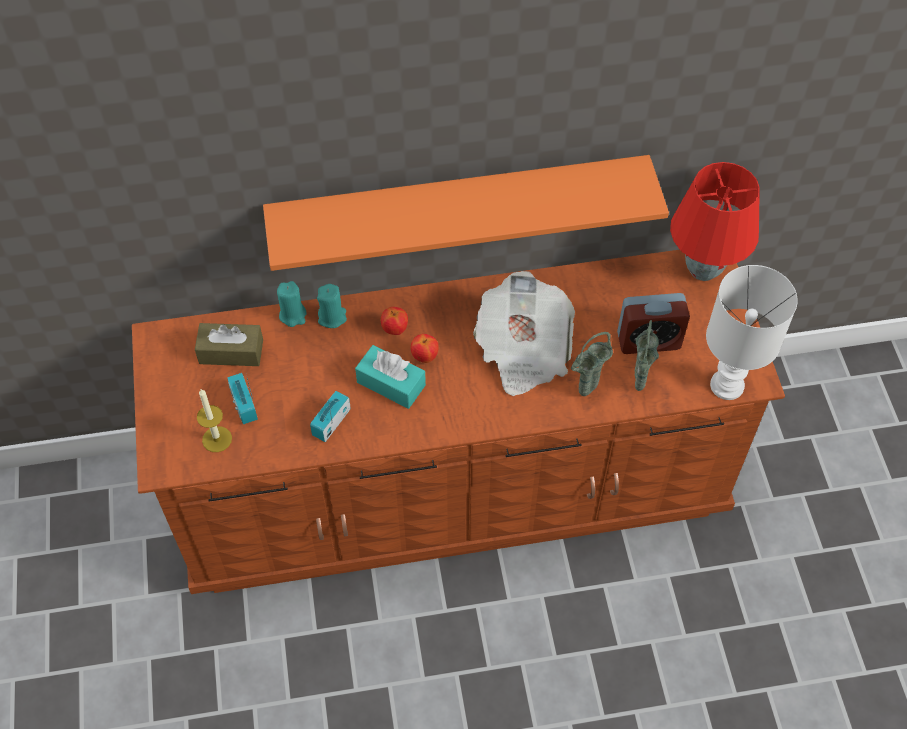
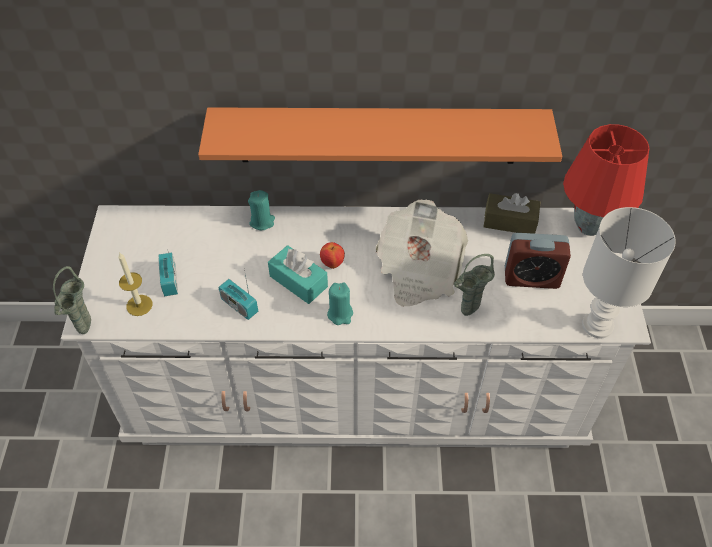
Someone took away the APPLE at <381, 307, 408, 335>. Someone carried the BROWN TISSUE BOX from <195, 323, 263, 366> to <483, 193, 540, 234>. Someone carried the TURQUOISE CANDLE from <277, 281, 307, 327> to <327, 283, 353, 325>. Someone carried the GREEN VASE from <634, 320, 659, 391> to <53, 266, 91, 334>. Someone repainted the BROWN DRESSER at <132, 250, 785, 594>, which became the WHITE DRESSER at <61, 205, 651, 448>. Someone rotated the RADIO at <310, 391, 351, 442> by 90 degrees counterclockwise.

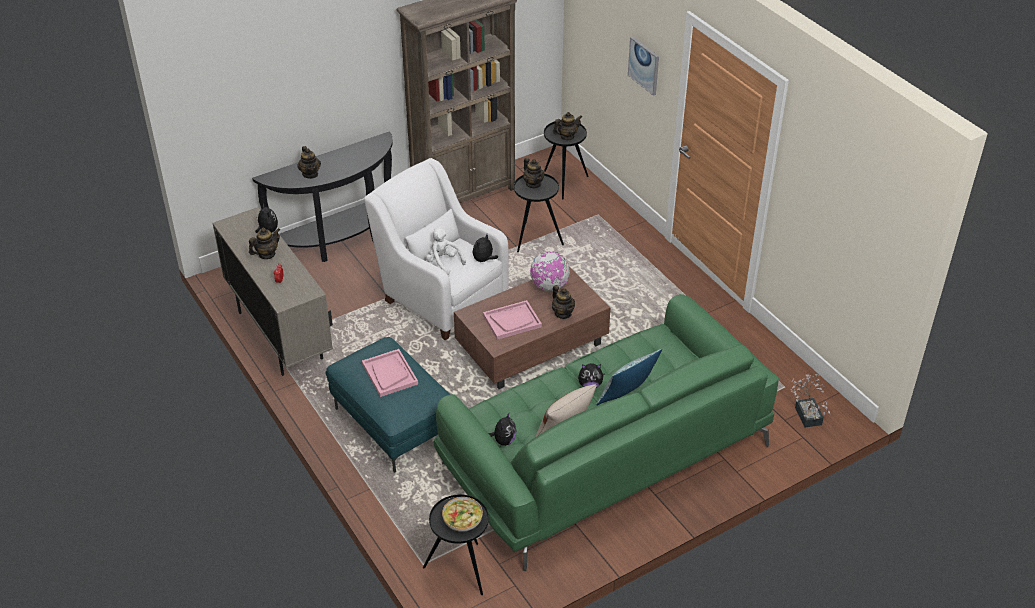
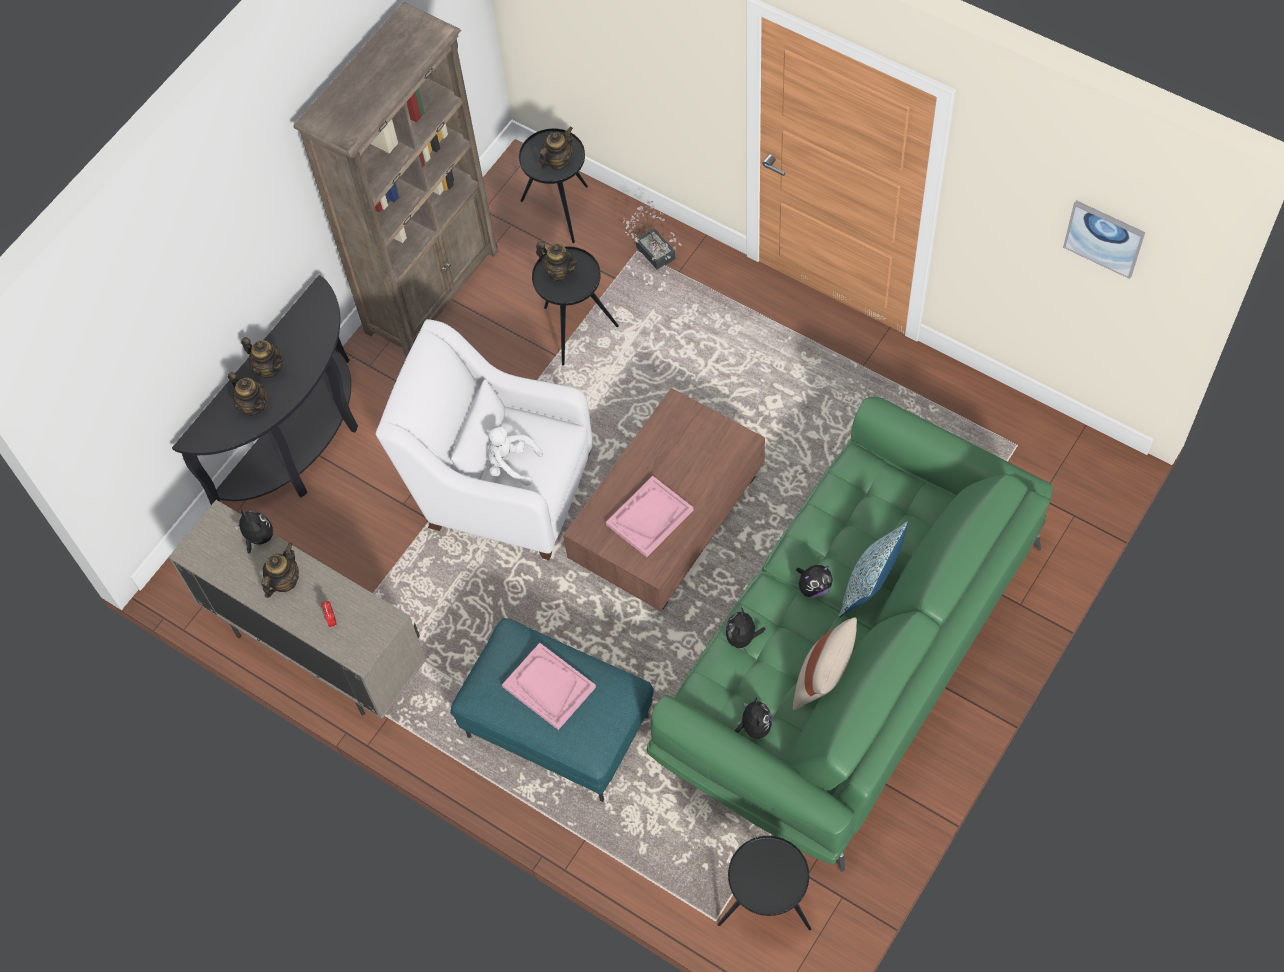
Someone took away the BOWL at <442, 497, 483, 532>. Someone took away the GLOBE at <530, 252, 570, 291>. Someone carried the PLUSH TOY from <473, 234, 498, 262> to <725, 607, 766, 652>. Someone carried the TEAPOT from <552, 285, 575, 319> to <241, 337, 283, 378>. Someone carried the PICTURE from <628, 37, 659, 96> to <1063, 200, 1145, 279>. Someone carried the POTTED PLANT from <790, 374, 830, 428> to <622, 201, 682, 269>.

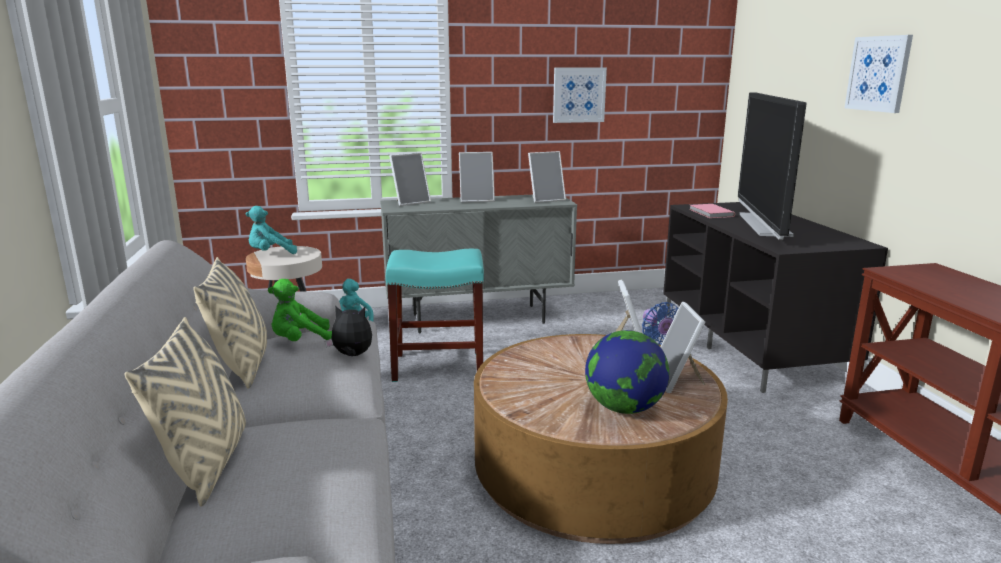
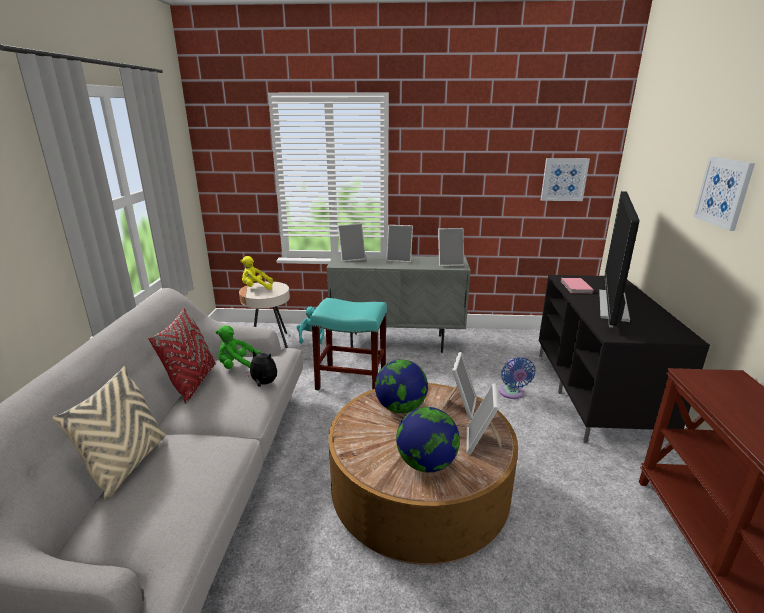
Someone put down the GLOBE at <375, 360, 428, 413>. Someone carried the PICTURE from <553, 67, 607, 123> to <541, 158, 590, 201>. Someone repainted the BEIGE PILLOW at <193, 257, 267, 389>, which became the RED PILLOW at <148, 308, 215, 403>. Someone repainted the TURQUOISE PLUSH TOY at <246, 206, 297, 254>, which became the YELLOW PLUSH TOY at <240, 256, 273, 290>.

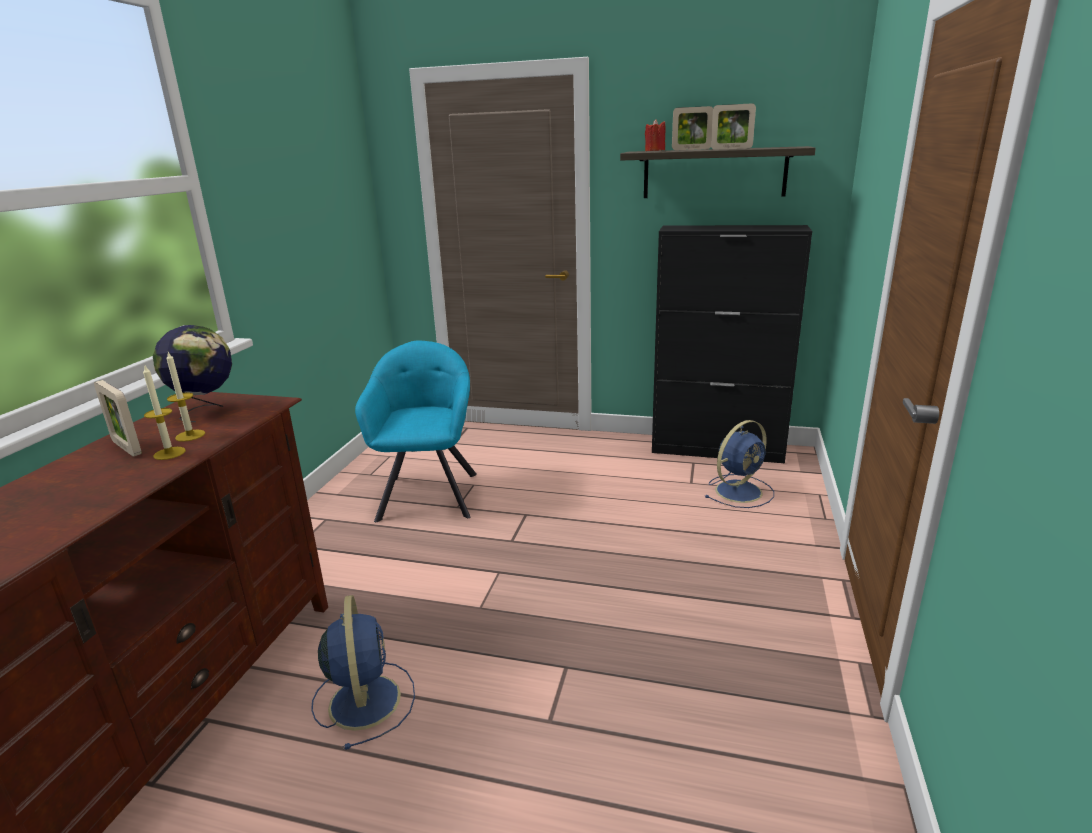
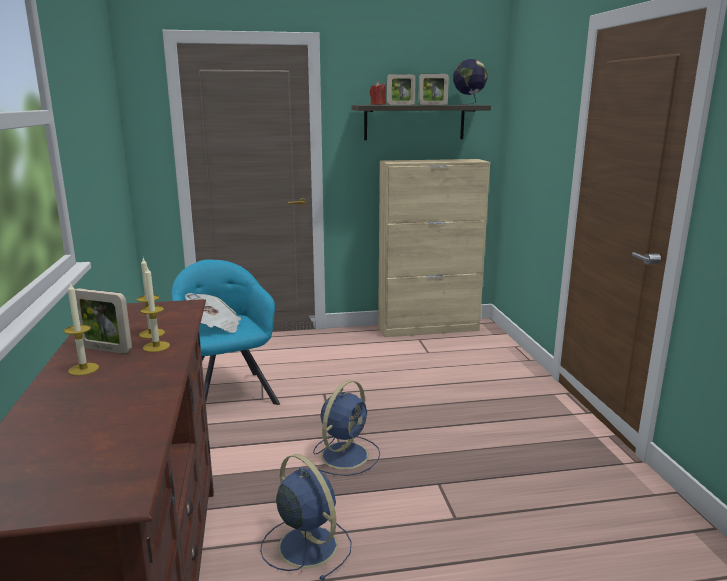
Someone put down the CANDLE at <64, 283, 99, 376>. Someone put down the NEWSPAPER at <185, 293, 241, 333>. Someone carried the GLOBE from <153, 325, 232, 422> to <453, 59, 487, 105>. Someone carried the BLUE FAN from <704, 420, 774, 508> to <313, 380, 380, 476>. Someone repainted the BLACK CABINET at <652, 225, 812, 463>, which became the BEIGE CABINET at <378, 159, 490, 337>.

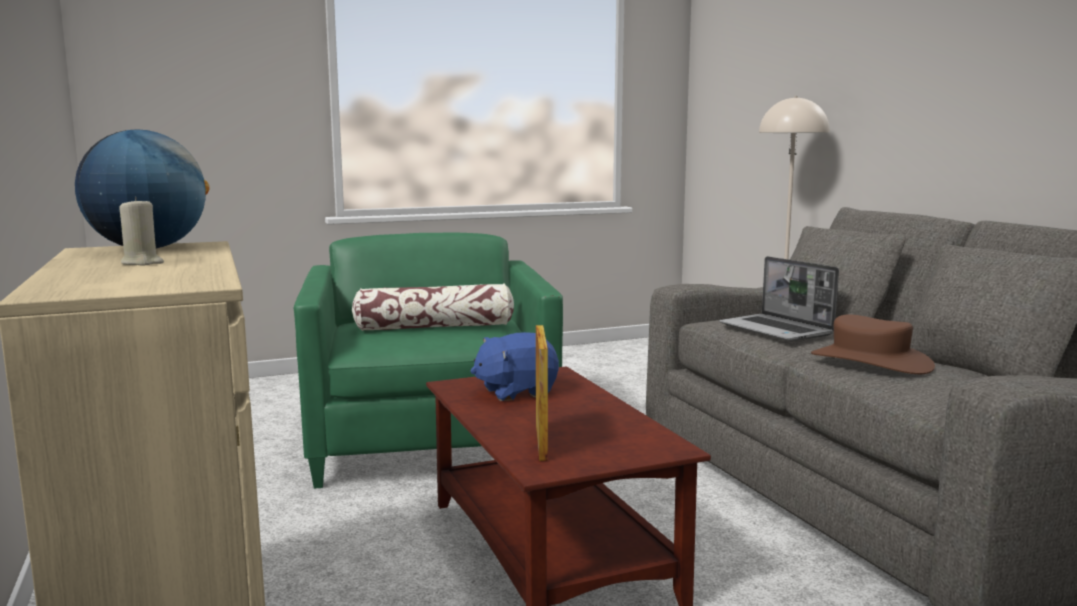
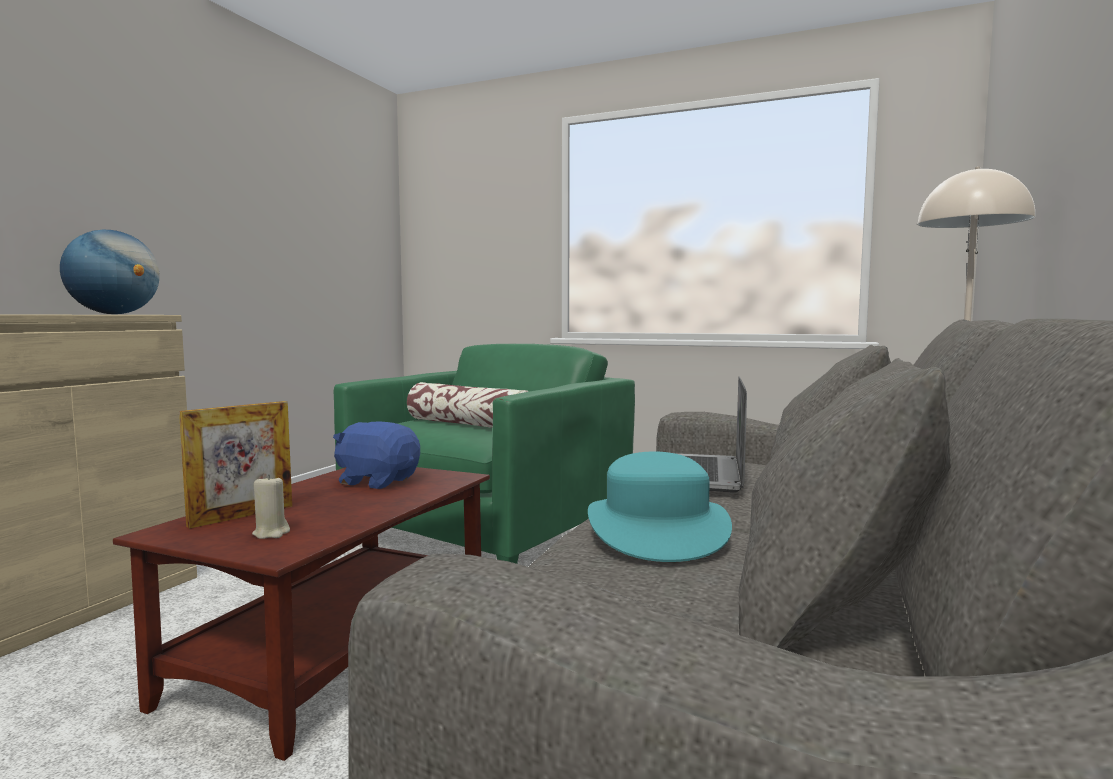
Someone carried the BEIGE CANDLE from <119, 197, 164, 266> to <252, 474, 290, 539>. Someone repainted the BROWN HAT at <811, 315, 935, 374>, which became the TURQUOISE HAT at <588, 451, 732, 562>.

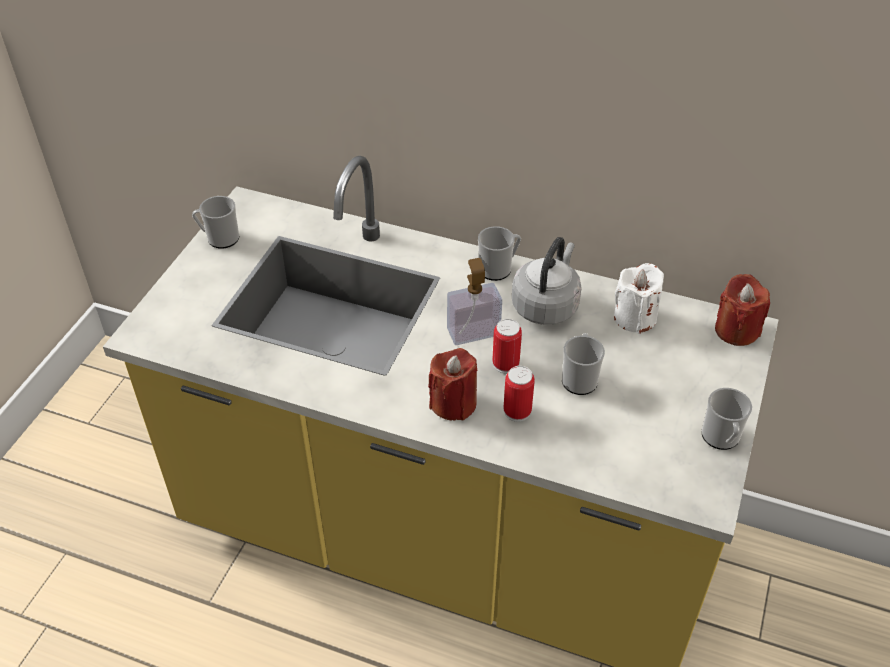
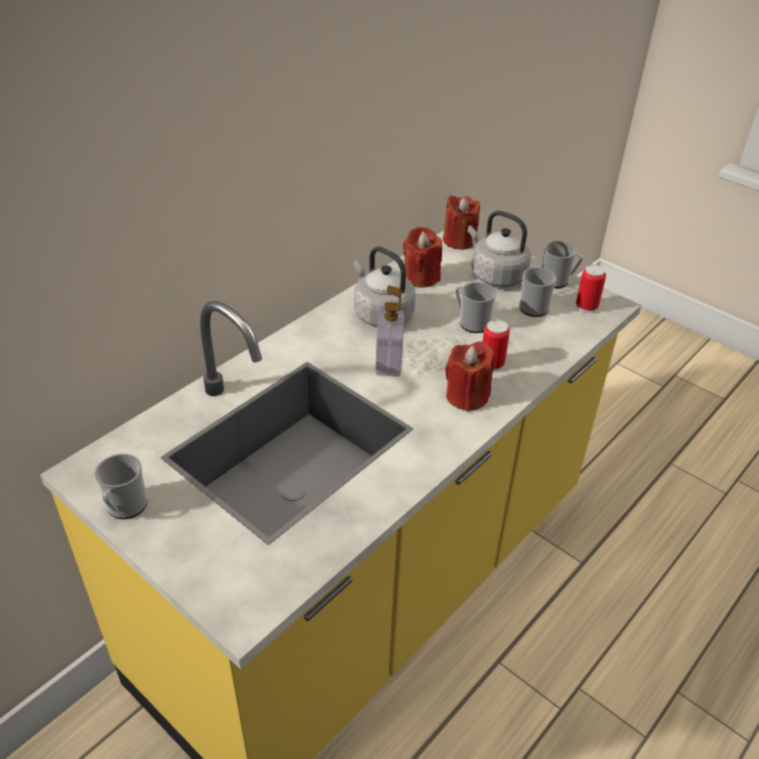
Someone put down the GREY KETTLE at <468, 211, 531, 287>. Someone carried the MUG from <478, 226, 521, 281> to <519, 267, 557, 317>. Someone carried the CAN from <492, 319, 522, 374> to <576, 264, 606, 313>. Someone repainted the WHITE CANDLE at <614, 263, 664, 334>, which became the RED CANDLE at <403, 227, 442, 288>.

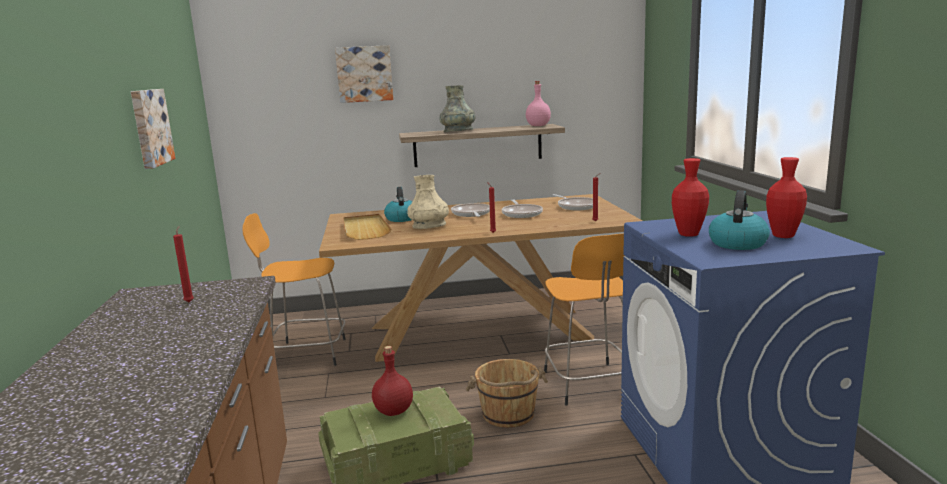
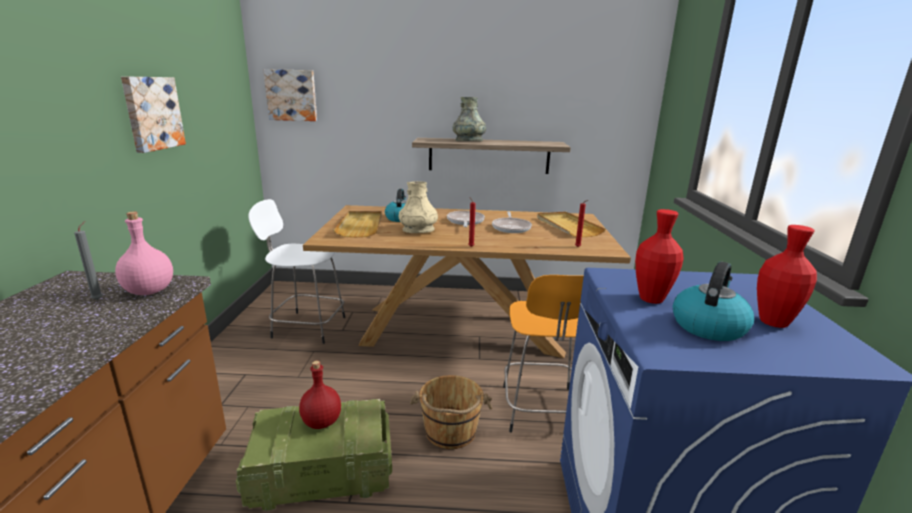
Someone carried the PICTURE from <335, 45, 393, 103> to <263, 69, 317, 121>. Someone carried the PINK BOTTLE from <526, 81, 551, 126> to <115, 212, 173, 295>. Someone swapped the FRYING PAN at <553, 194, 593, 210> for the BEIGE TRAY at <537, 211, 605, 237>. Someone repainted the RED CANDLE at <173, 226, 194, 302>, which became the GREY CANDLE at <74, 221, 103, 300>. Someone repainted the ORANGE STOOL at <242, 213, 346, 366>, which became the WHITE STOOL at <249, 199, 345, 344>.

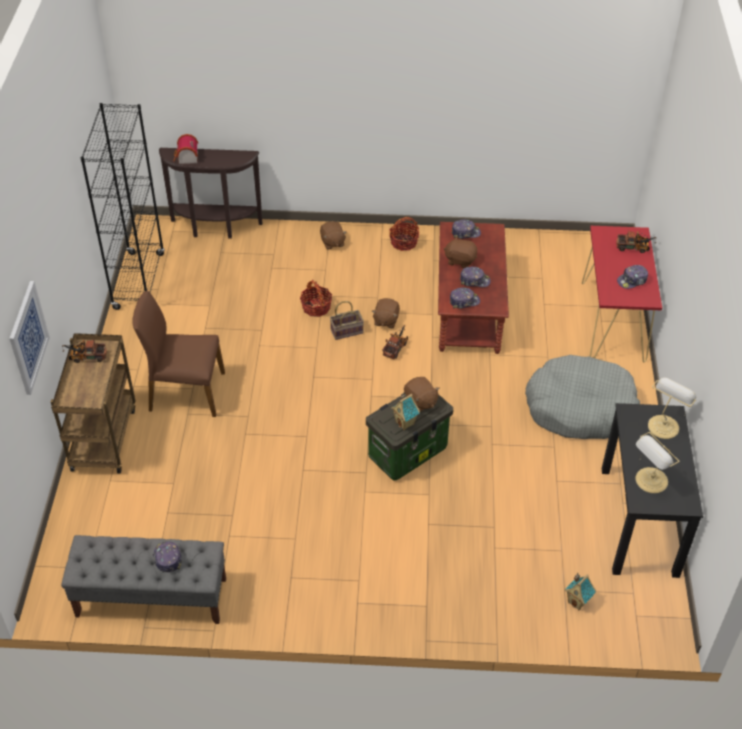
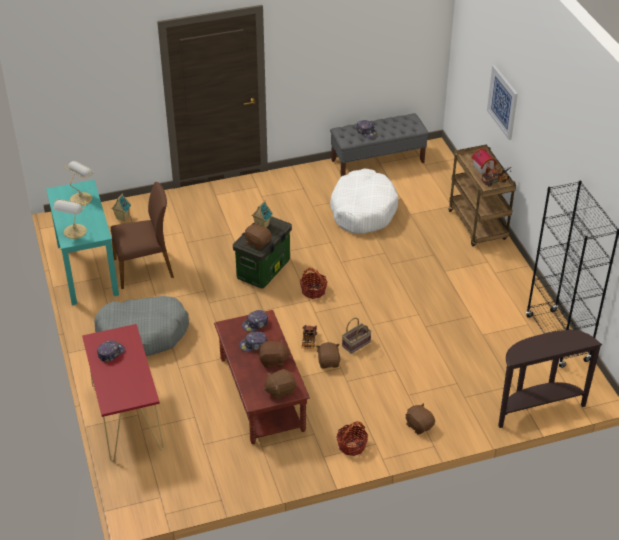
Someone took away the TOY TRUCK at <616, 230, 656, 253>. Someone put down the WHITE DOG BED at <330, 169, 398, 234>. Someone carried the BROWN CHAIR from <132, 291, 225, 417> to <111, 182, 174, 289>. Someone carried the TOY HOUSE from <174, 134, 198, 164> to <472, 148, 497, 174>. Someone carried the BASKET from <300, 280, 332, 317> to <300, 268, 328, 299>. Someone swapped the CAP at <451, 219, 481, 239> for the BROWN PLUSH TOY at <264, 369, 296, 400>. Someone repainted the BLACK DESK at <602, 403, 703, 578>, which became the TURQUOISE DESK at <46, 180, 119, 305>.

